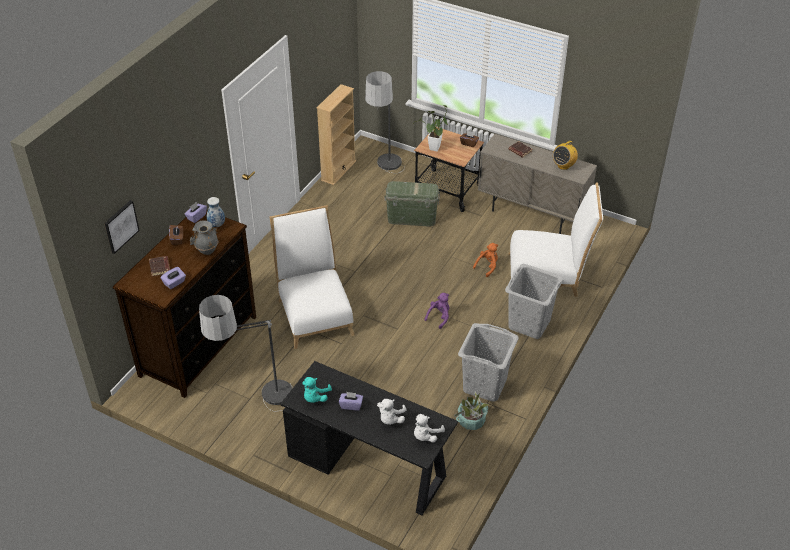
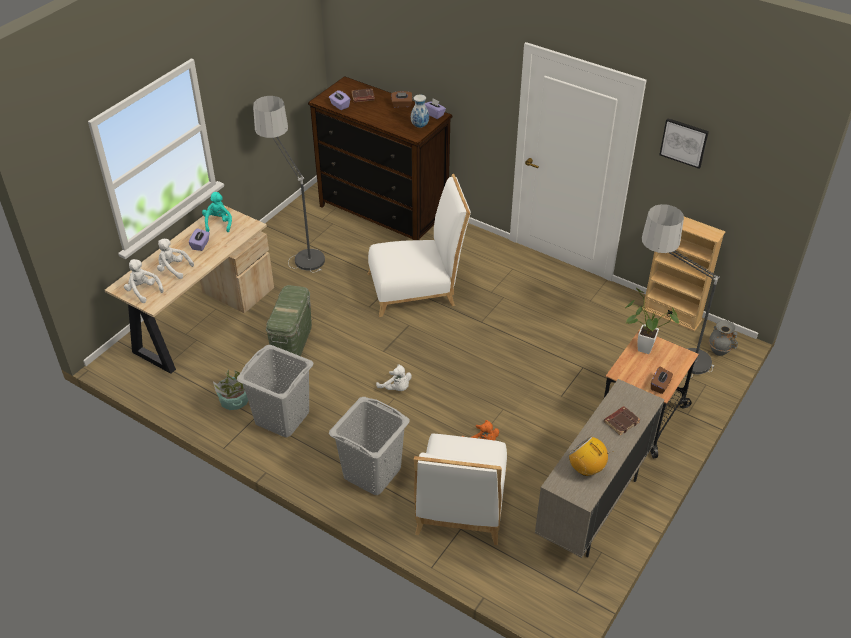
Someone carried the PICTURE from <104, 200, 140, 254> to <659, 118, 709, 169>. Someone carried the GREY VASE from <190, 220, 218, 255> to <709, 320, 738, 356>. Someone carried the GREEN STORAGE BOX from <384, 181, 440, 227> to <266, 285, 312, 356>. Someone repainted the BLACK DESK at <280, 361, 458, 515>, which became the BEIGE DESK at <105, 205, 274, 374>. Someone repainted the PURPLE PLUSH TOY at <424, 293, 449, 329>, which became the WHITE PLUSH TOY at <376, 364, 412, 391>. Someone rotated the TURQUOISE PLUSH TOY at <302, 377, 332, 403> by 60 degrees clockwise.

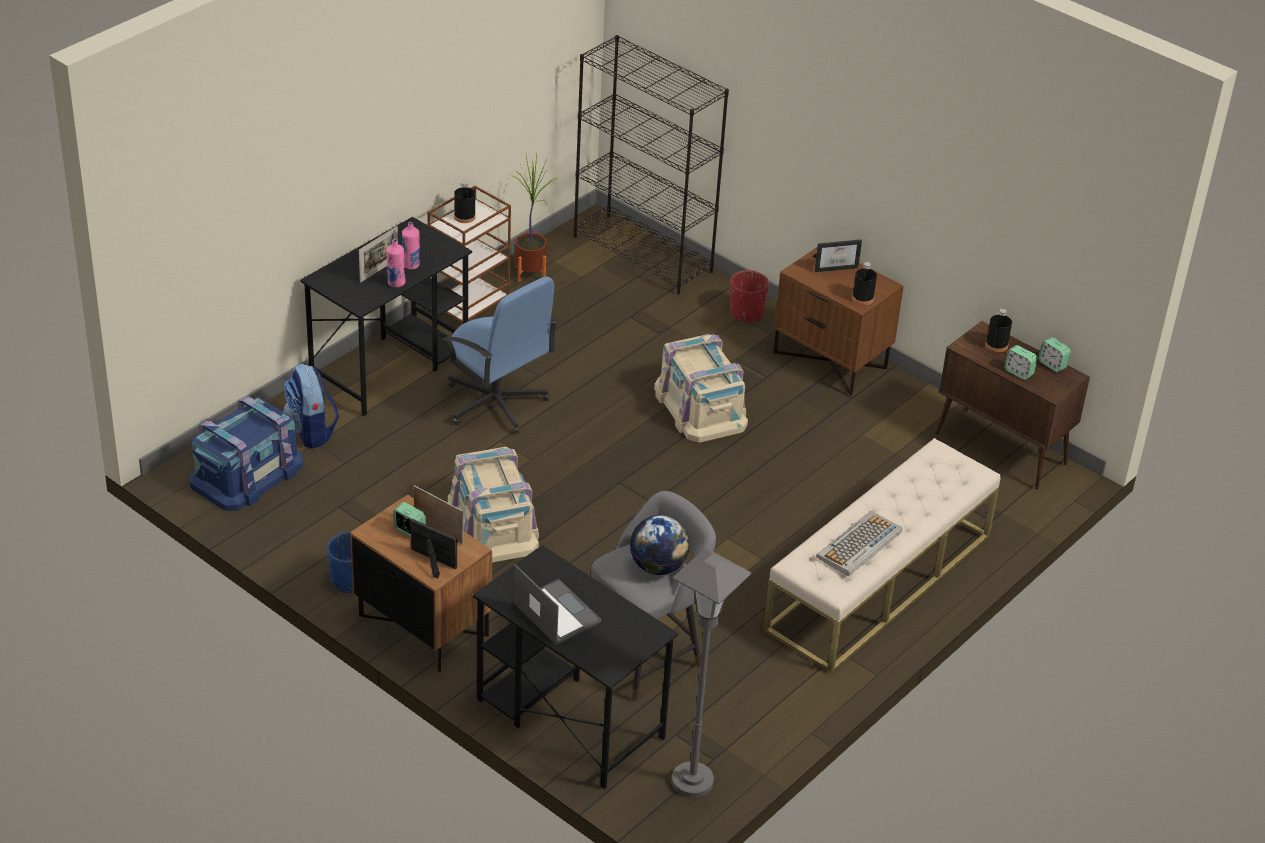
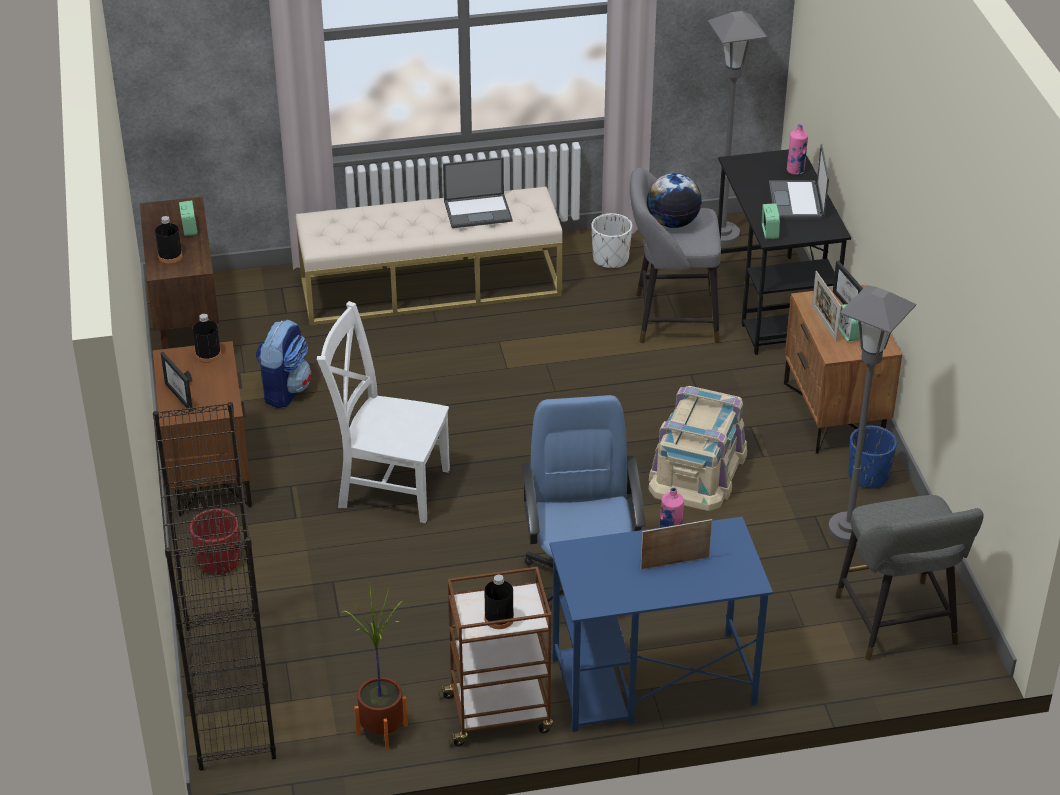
Someone put down the WHITE PLANTER at <591, 213, 632, 268>. Someone put down the GREY FLOOR LAMP at <828, 285, 916, 544>. Someone carried the BACKPACK from <283, 363, 339, 449> to <255, 319, 312, 408>. Someone carried the PINK BOTTLE from <402, 222, 420, 270> to <787, 124, 808, 175>. Someone carried the ALARM CLOCK from <1038, 337, 1071, 372> to <762, 203, 780, 239>. Someone swapped the BLUE STORAGE BOX at <190, 396, 303, 511> for the GREY STOOL at <835, 495, 983, 661>. Someone swapped the BEIGE STORAGE BOX at <654, 334, 748, 443> for the WHITE CHAIR at <317, 301, 450, 523>. Someone swapped the KEYBOARD at <816, 511, 902, 577> for the LAPTOP at <443, 157, 513, 228>. Someone repainted the BLACK DESK at <300, 217, 472, 416>, which became the BLUE DESK at <550, 517, 773, 732>. Someone rotated the PICTURE FRAME at <814, 239, 862, 272> by 150 degrees counterclockwise.

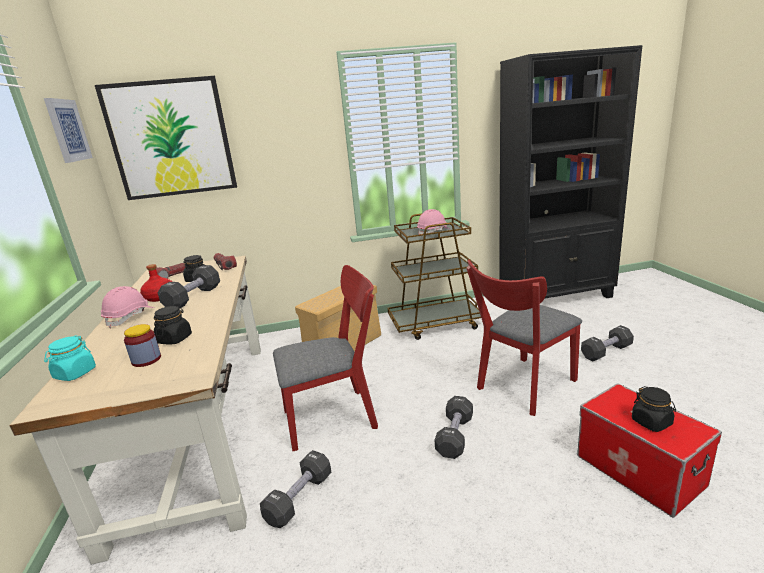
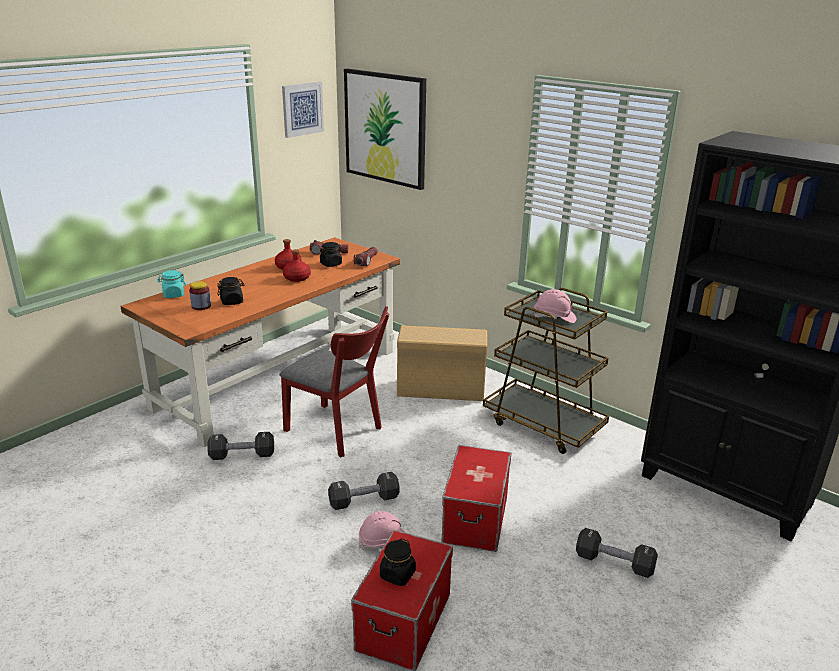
Someone carried the PINK HARD HAT from <101, 286, 154, 328> to <359, 511, 404, 551>. Someone swapped the BLACK DUMBBELL at <158, 265, 220, 309> for the RED BOTTLE at <283, 249, 311, 282>. Someone swapped the RED CHAIR at <467, 260, 582, 416> for the STORAGE BOX at <442, 445, 511, 552>. Someone repainted the BEIGE DESK at <9, 255, 261, 565>, which became the ORANGE DESK at <121, 237, 400, 447>.

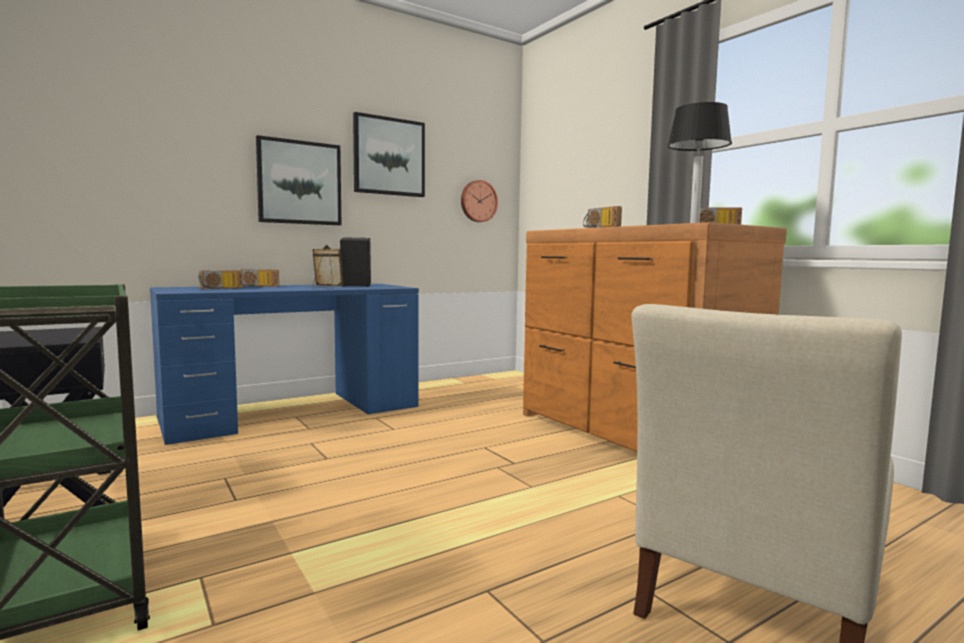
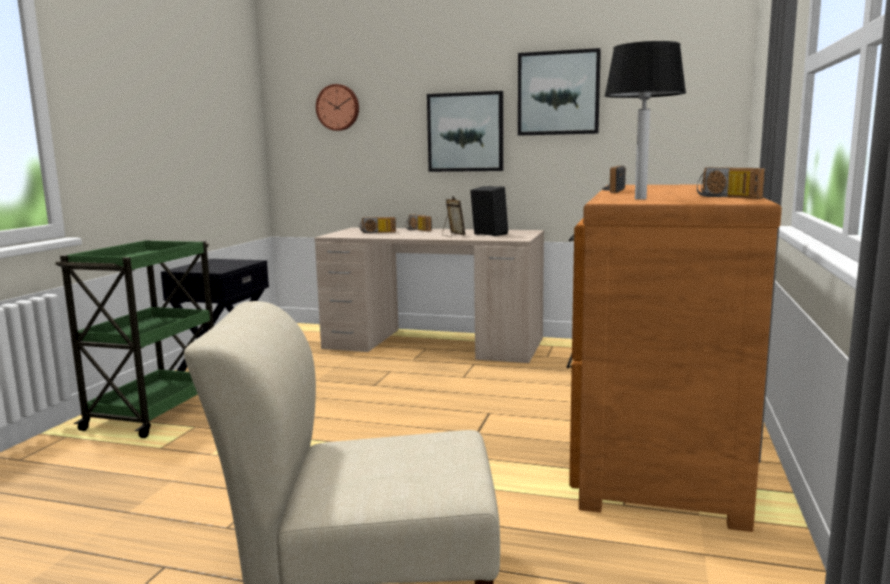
Someone carried the WALL CLOCK from <461, 180, 498, 222> to <316, 84, 359, 131>. Someone repainted the BLUE DESK at <150, 284, 419, 445>, which became the BEIGE DESK at <314, 228, 544, 363>.

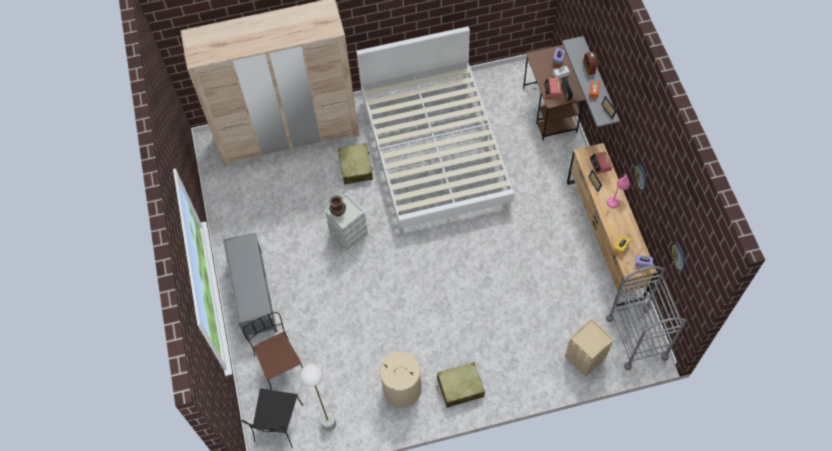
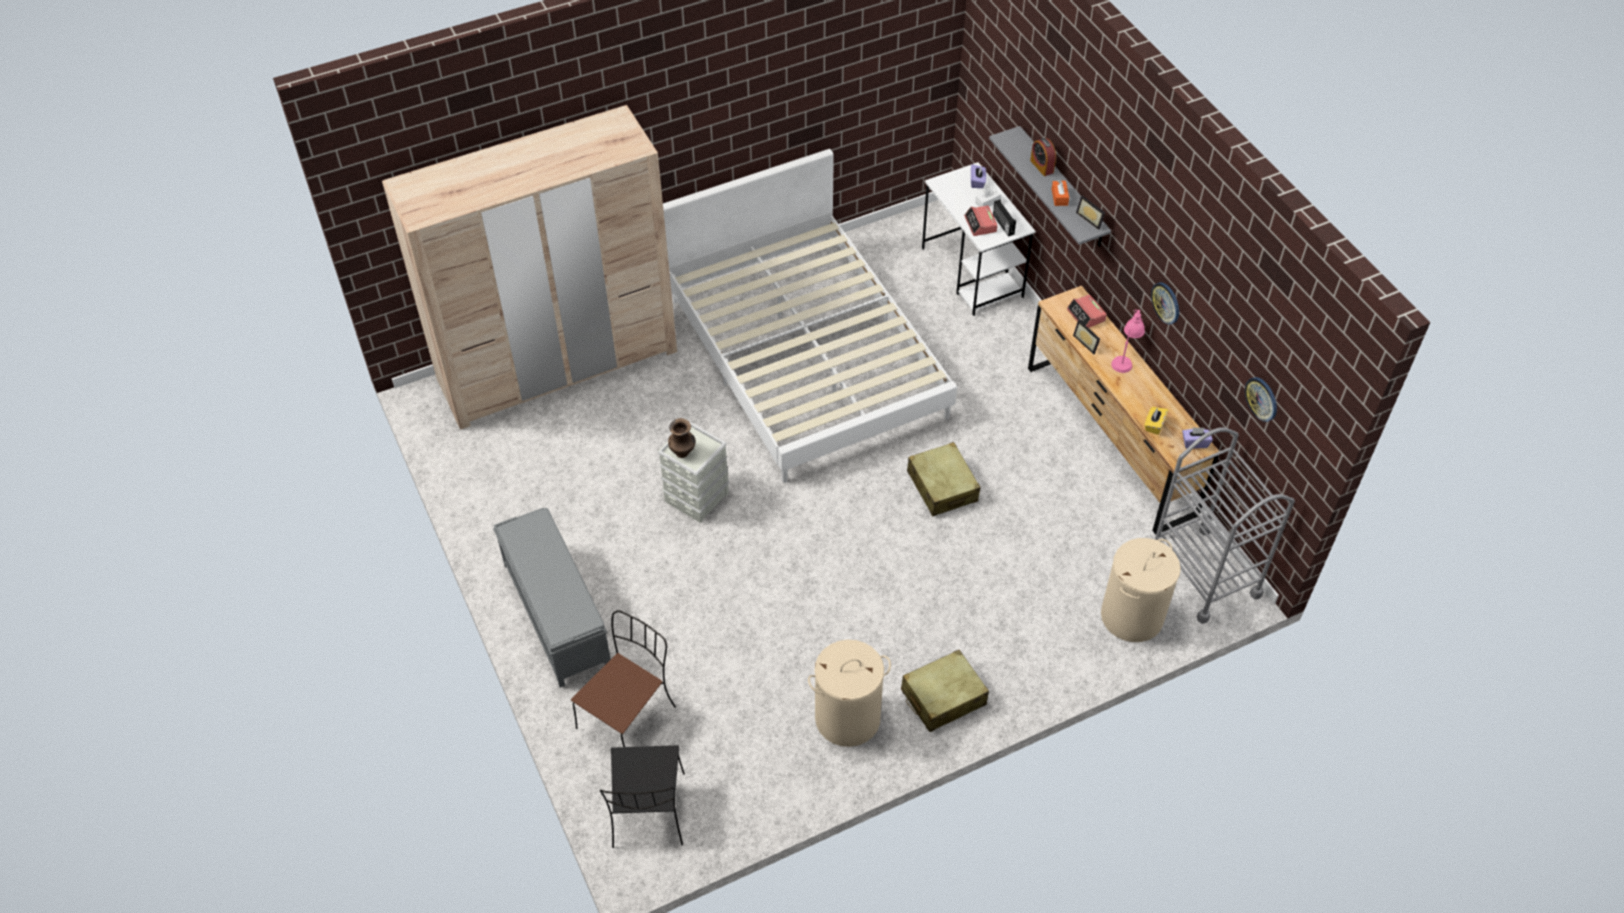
Someone took away the WHITE FLOOR LAMP at <300, 364, 336, 431>. Someone carried the BEIGE SUITCASE from <338, 143, 373, 185> to <907, 442, 980, 517>. Someone swapped the BEIGE STORAGE BOX at <565, 318, 614, 376> for the BEIGE LAUNDRY BASKET at <1101, 538, 1181, 642>. Someone repainted the BROWN DESK at <523, 45, 585, 141>, which became the WHITE DESK at <922, 162, 1036, 316>. Someone rotated the BROWN CHAIR at <243, 312, 303, 390> by 75 degrees clockwise.

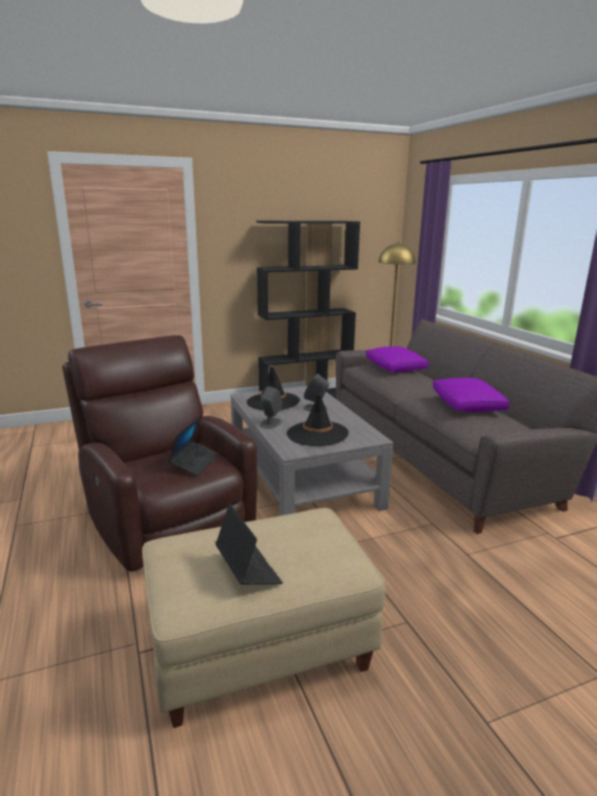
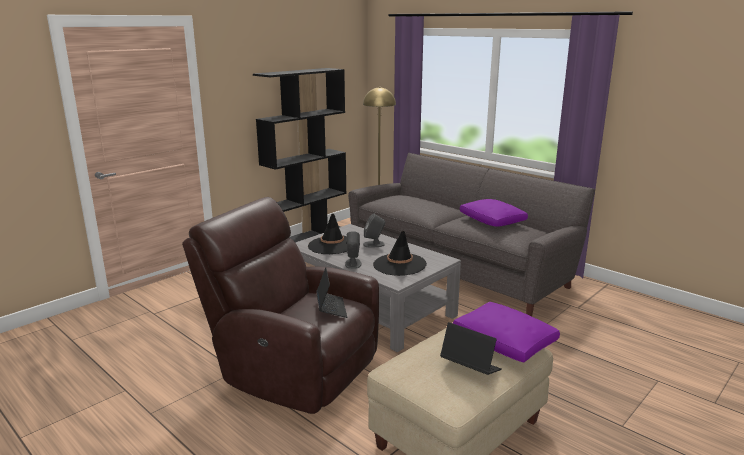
Someone carried the PURPLE PILLOW from <366, 346, 429, 372> to <453, 302, 560, 362>.

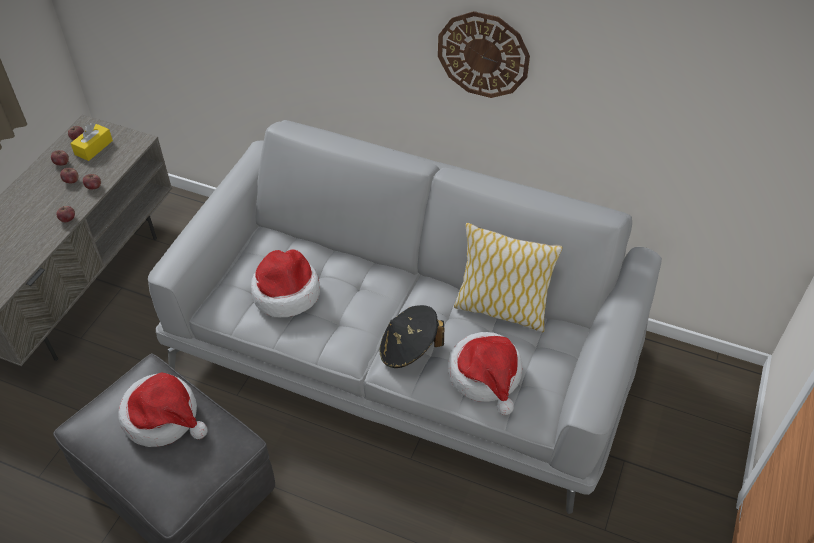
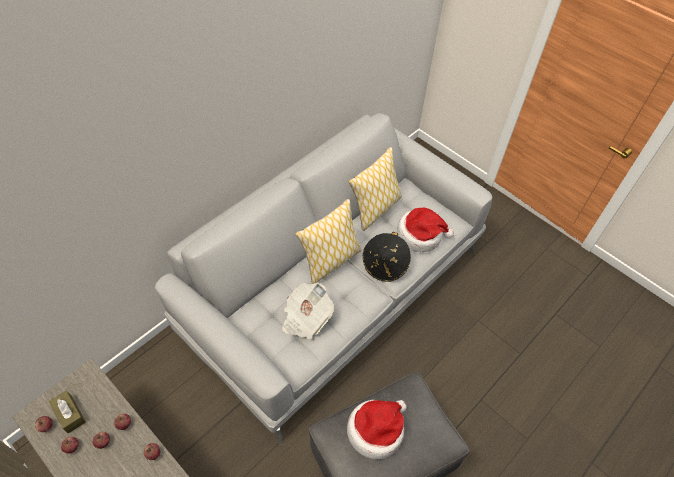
Someone took away the WALL CLOCK at <438, 11, 530, 98>. Someone put down the PILLOW at <295, 199, 362, 284>. Someone swapped the HAT at <251, 249, 320, 317> for the NEWSPAPER at <282, 283, 334, 340>. Someone repainted the YELLOW TISSUE BOX at <70, 123, 113, 161>, which became the BROWN TISSUE BOX at <49, 391, 86, 433>.

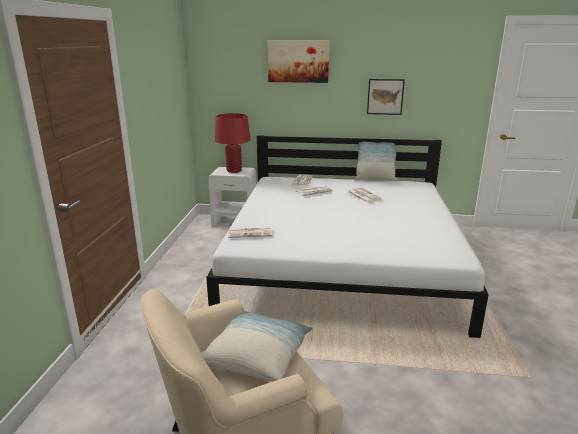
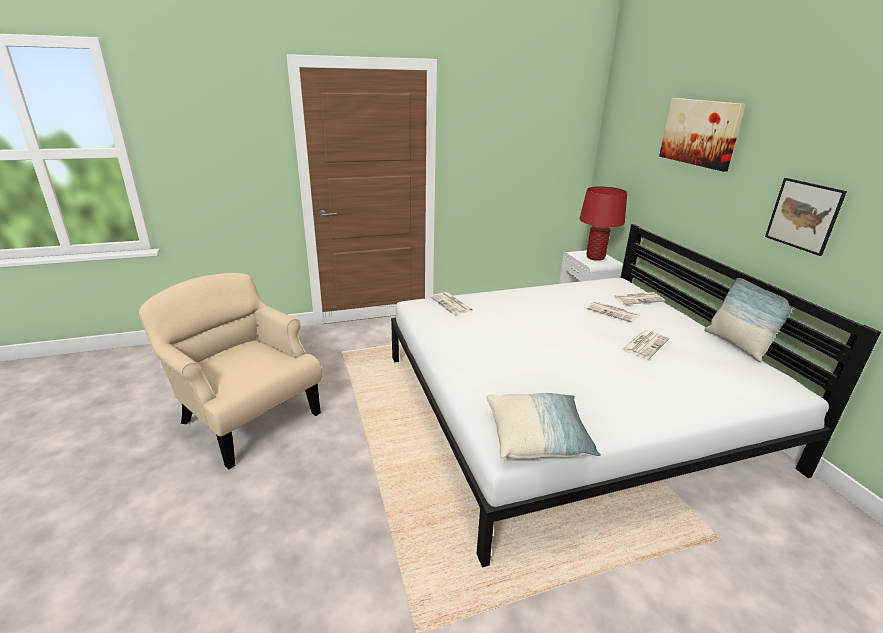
Someone carried the PILLOW from <201, 311, 313, 382> to <486, 393, 601, 459>.

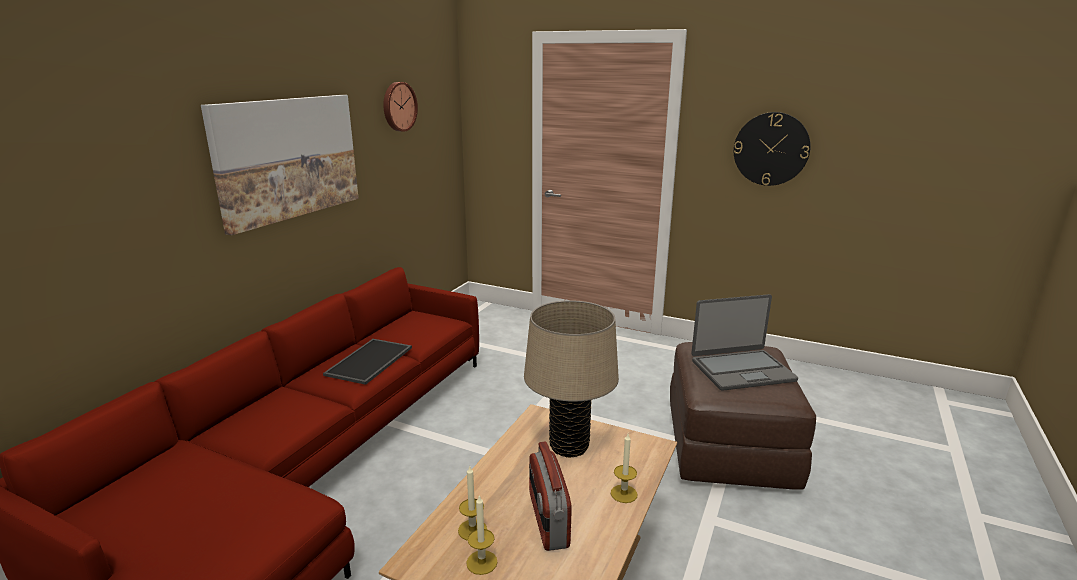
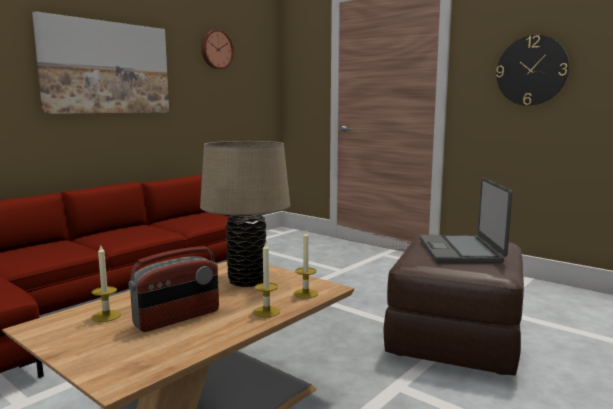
Someone took away the TRAY at <323, 339, 412, 385>. Someone carried the CANDLE from <466, 494, 498, 575> to <294, 230, 318, 299>. Someone rotated the RADIO at <529, 442, 572, 551> by 135 degrees counterclockwise. Someone rotated the LAPTOP at <691, 294, 798, 391> by 90 degrees clockwise.

